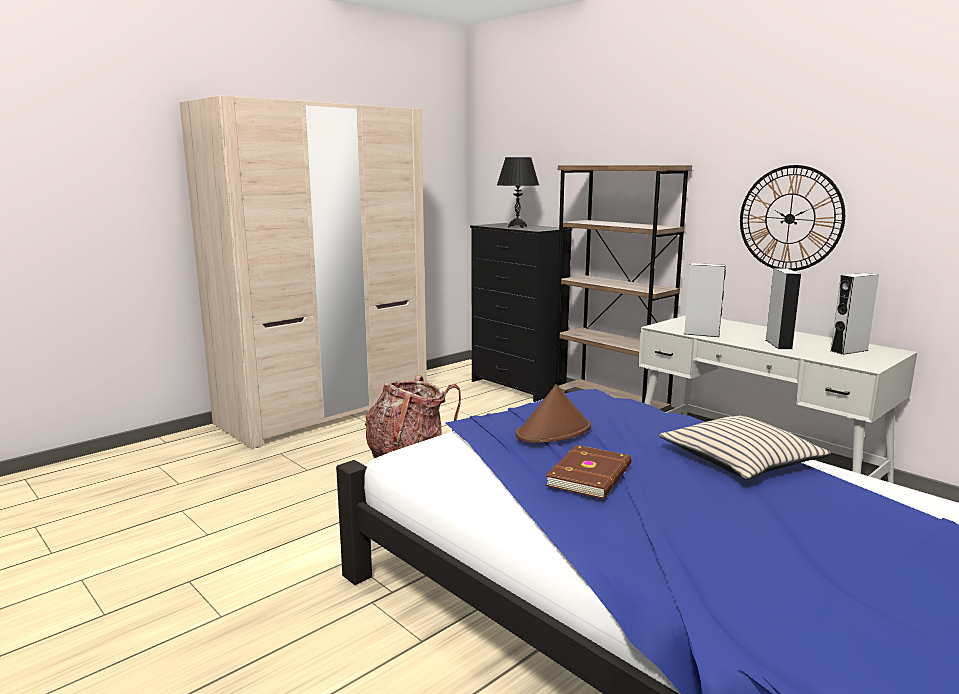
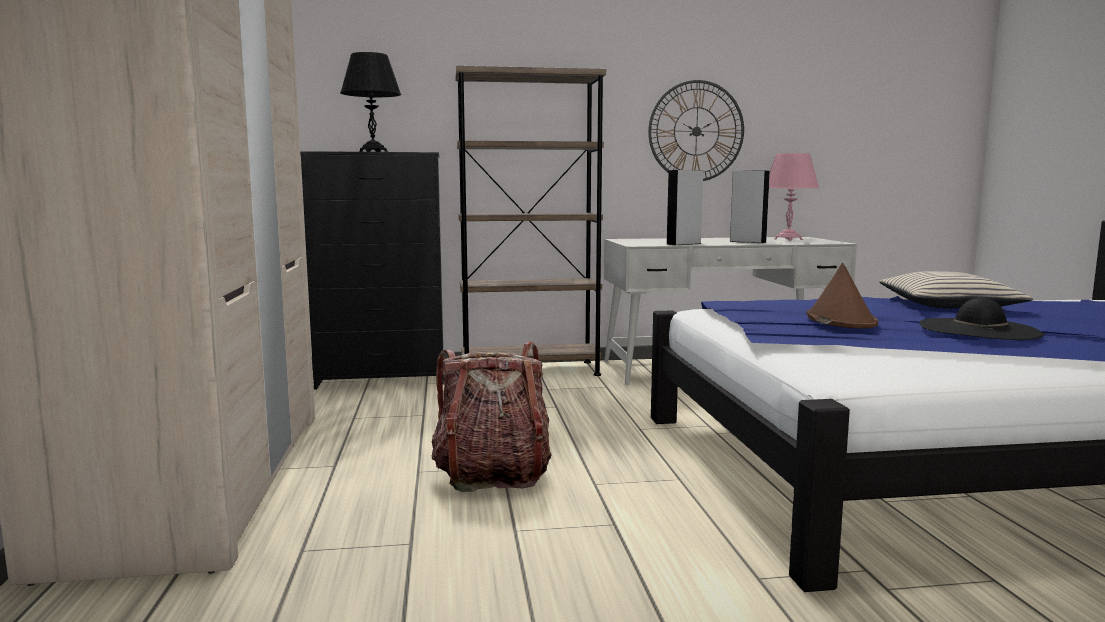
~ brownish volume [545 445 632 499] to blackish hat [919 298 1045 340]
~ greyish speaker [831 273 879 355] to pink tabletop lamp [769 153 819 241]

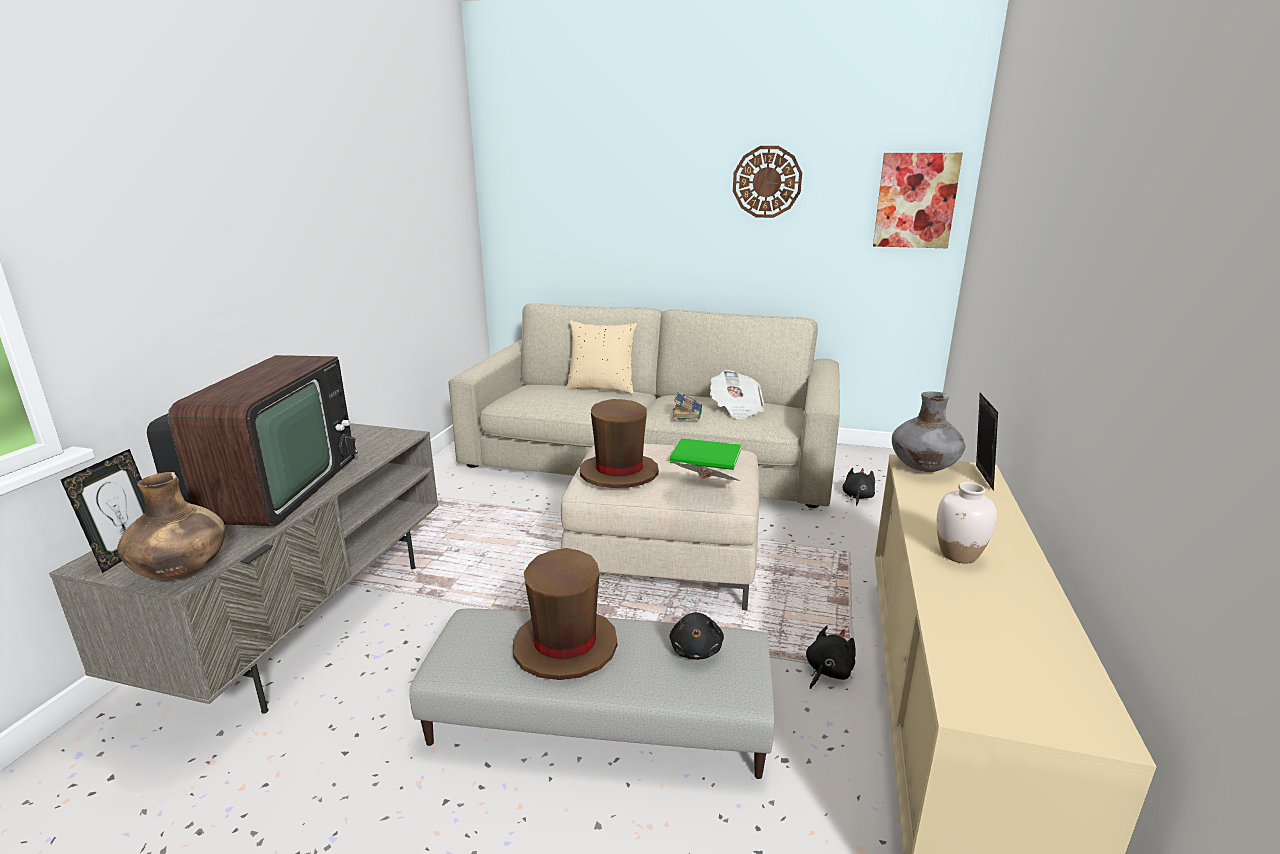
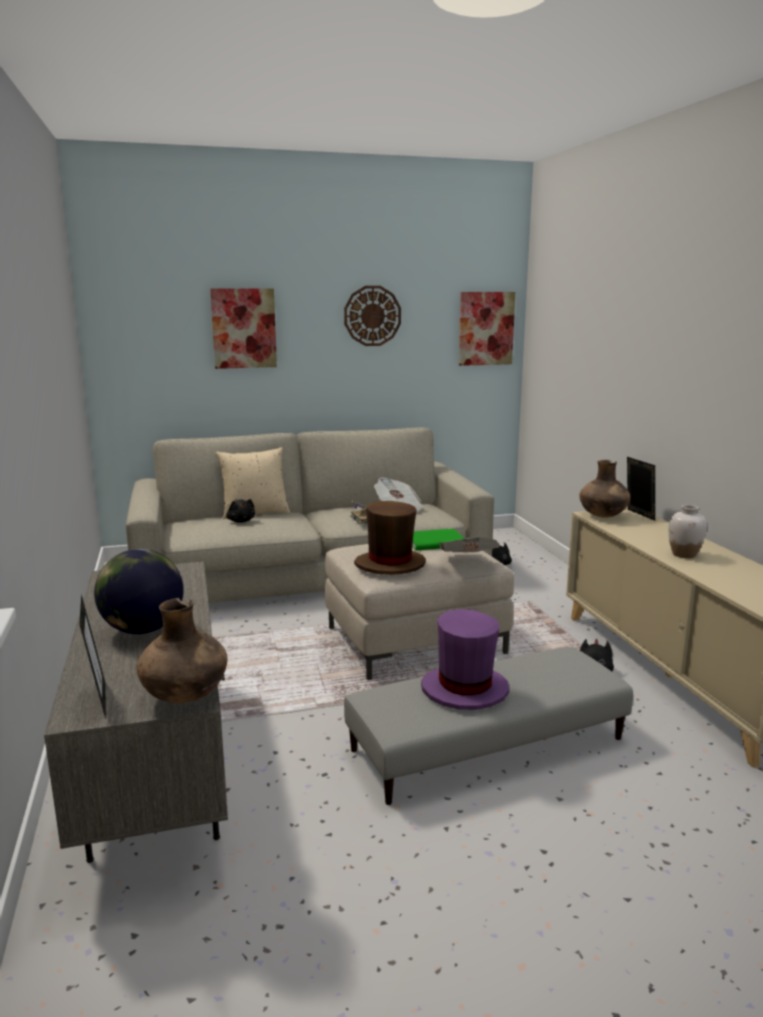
+ wall art [210 288 277 369]
~ blackish soft toy [669 612 724 660] to [226 499 255 523]
~ television [147 355 358 526] to world globe [94 549 184 634]
~ brownish hat [513 548 617 680] to purple hat [421 609 509 710]
~ greyish decorative vase [892 391 965 472] to brownish decorative vase [580 460 631 518]

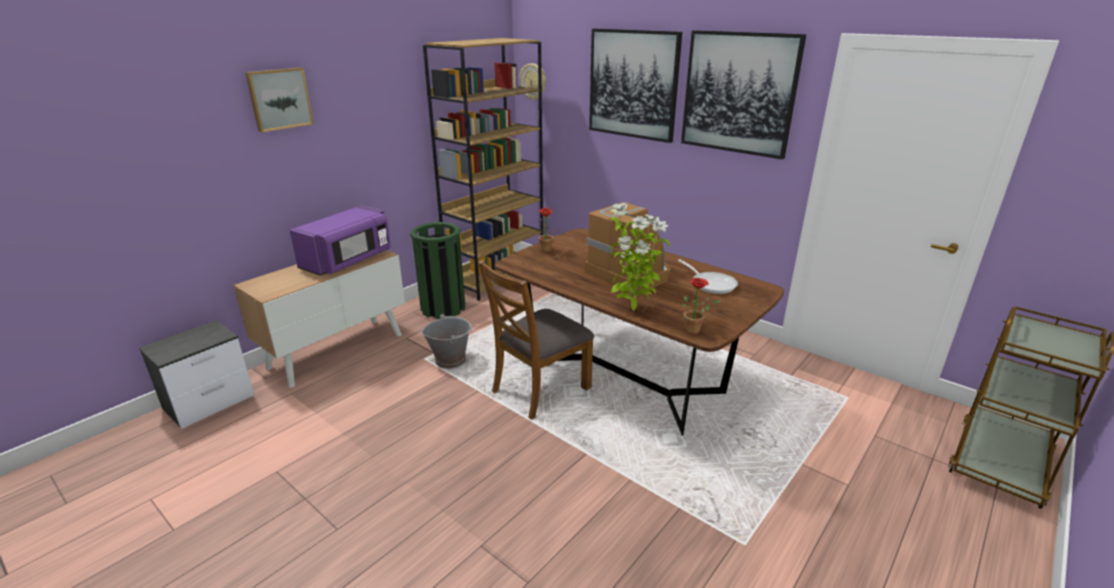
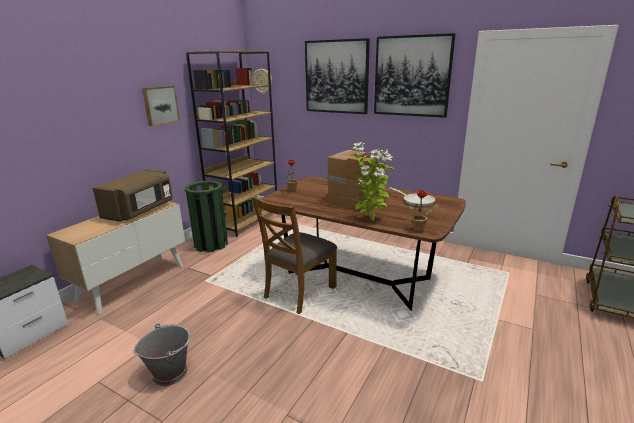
~ wall art [245 67 314 132] to [142 86 180 126]
~ greyish pail [421 314 472 369] to [133 323 191 386]
~ purple kitchen microwave [290 205 391 276] to brownish kitchen microwave [93 169 173 222]

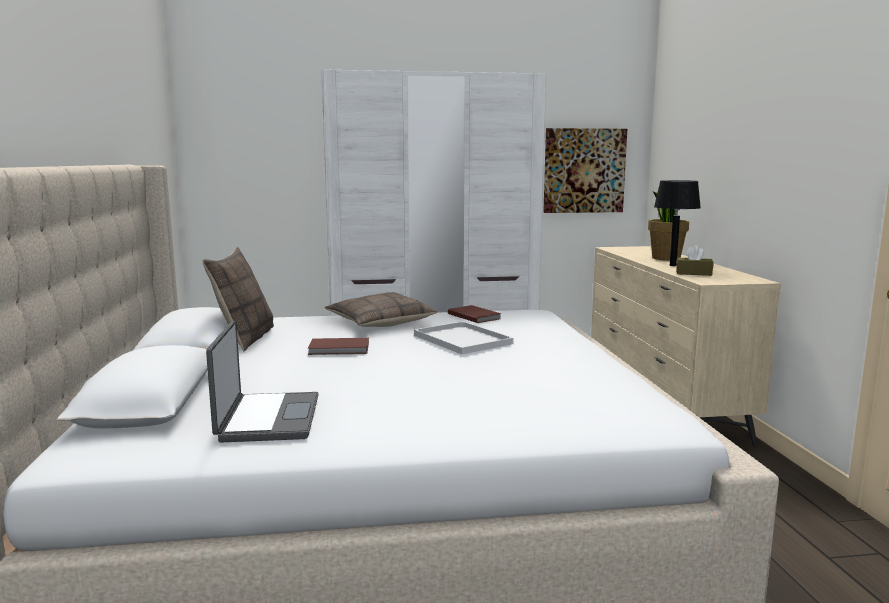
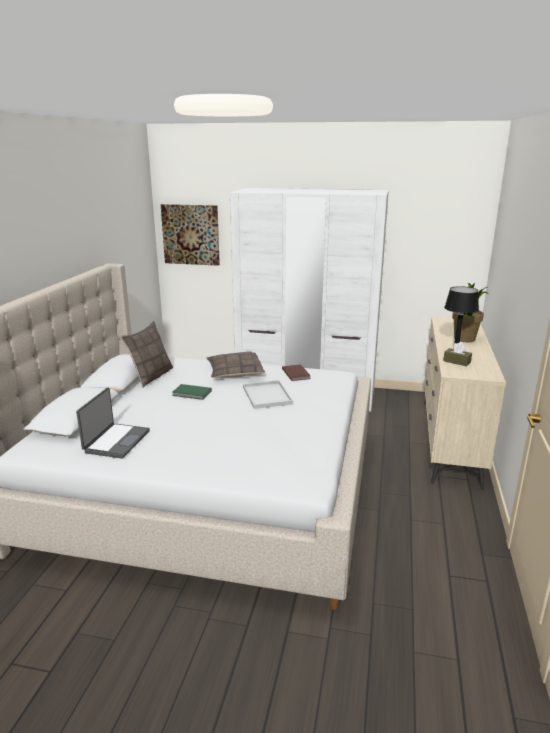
~ wall art [543 128 627 213] to [161 204 220 266]
~ brownish volume [308 338 369 355] to green volume [172 384 212 400]

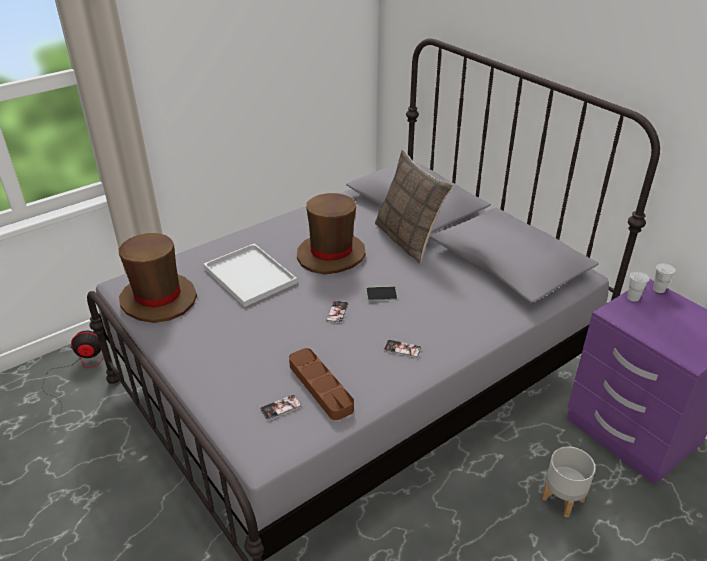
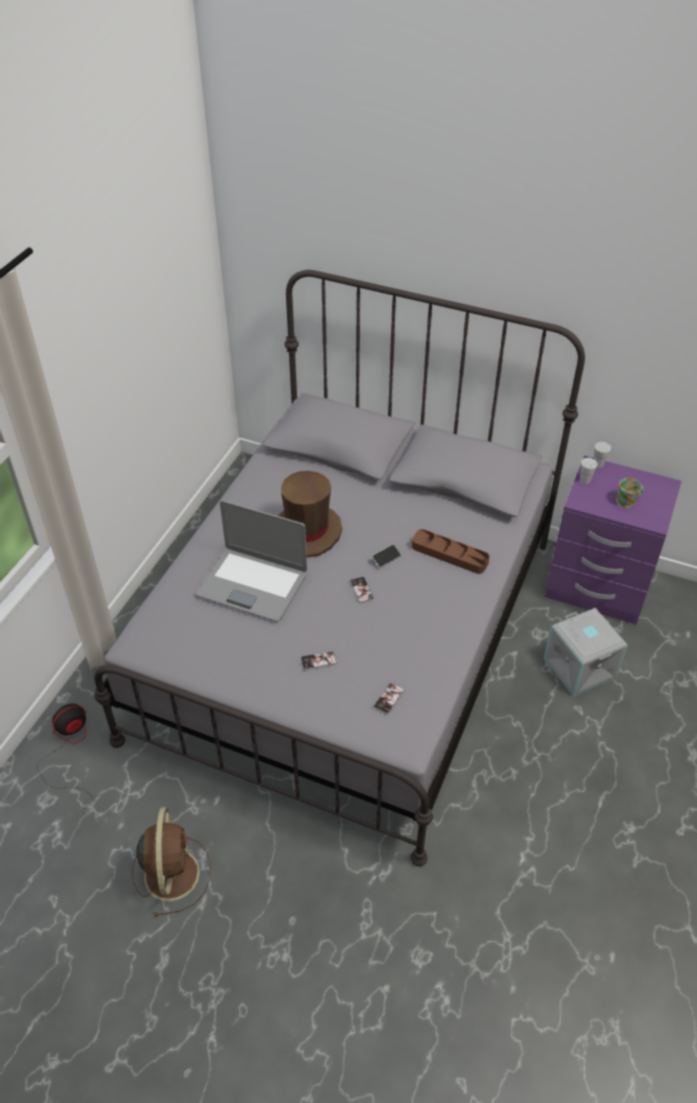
- brownish hat [119 233 197 323]
- throw pillow [375 150 453 264]
+ brownish fan [132 807 211 917]
+ coffee mug [616 478 644 508]
~ brownish serving tray [289 348 354 420] to [412 529 489 574]
~ phone [384 340 421 358] to [300 651 337 670]
~ whitish serving tray [203 243 297 307] to notebook computer [196 500 307 622]
~ greyish planter [542 446 596 517] to greyish storage bin [544 608 628 697]

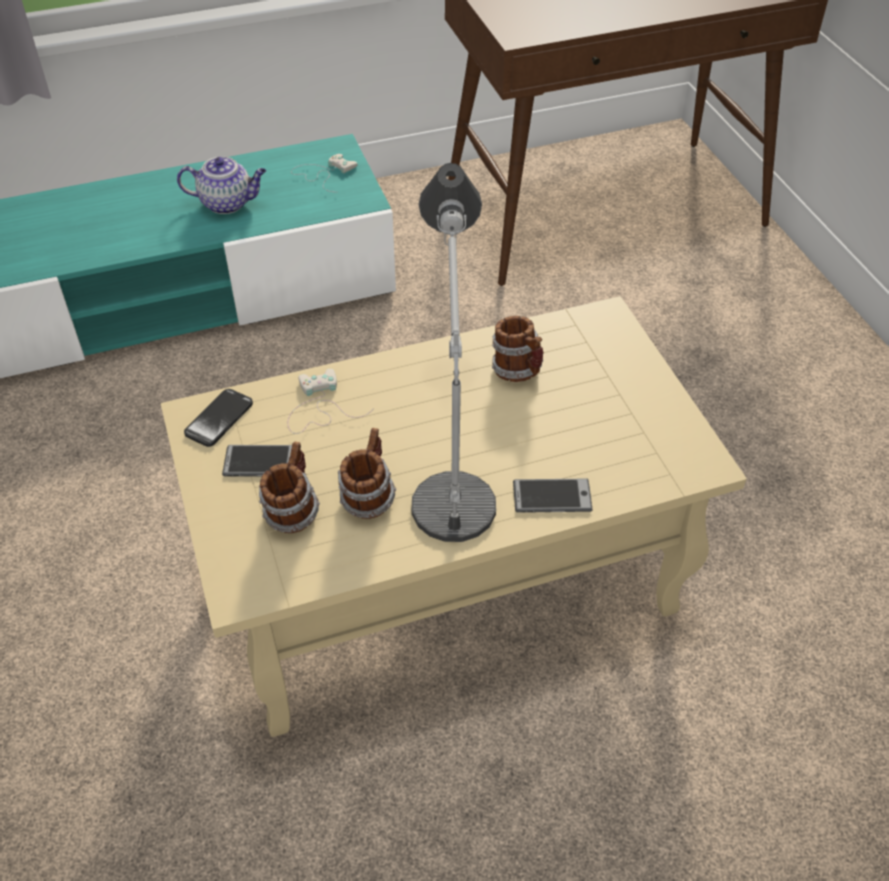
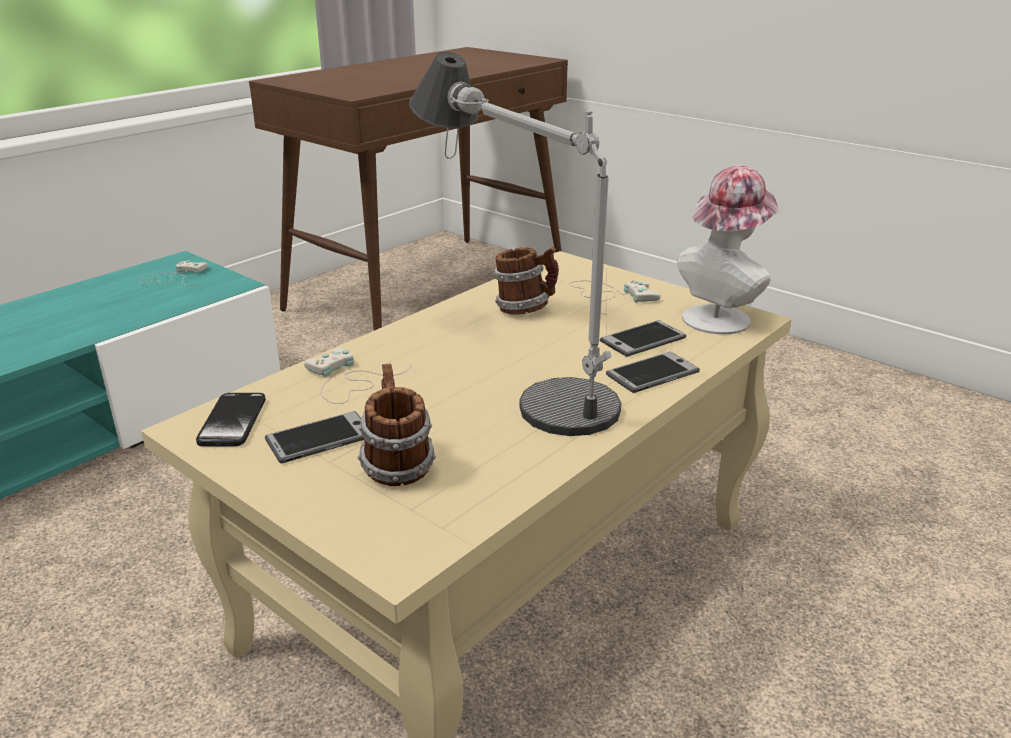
- tea pot [177 157 266 214]
- coffee mug [338 428 396 519]
+ whitish gamepad [569 280 661 315]
+ phone [600 320 686 357]
+ hat [677 166 780 334]

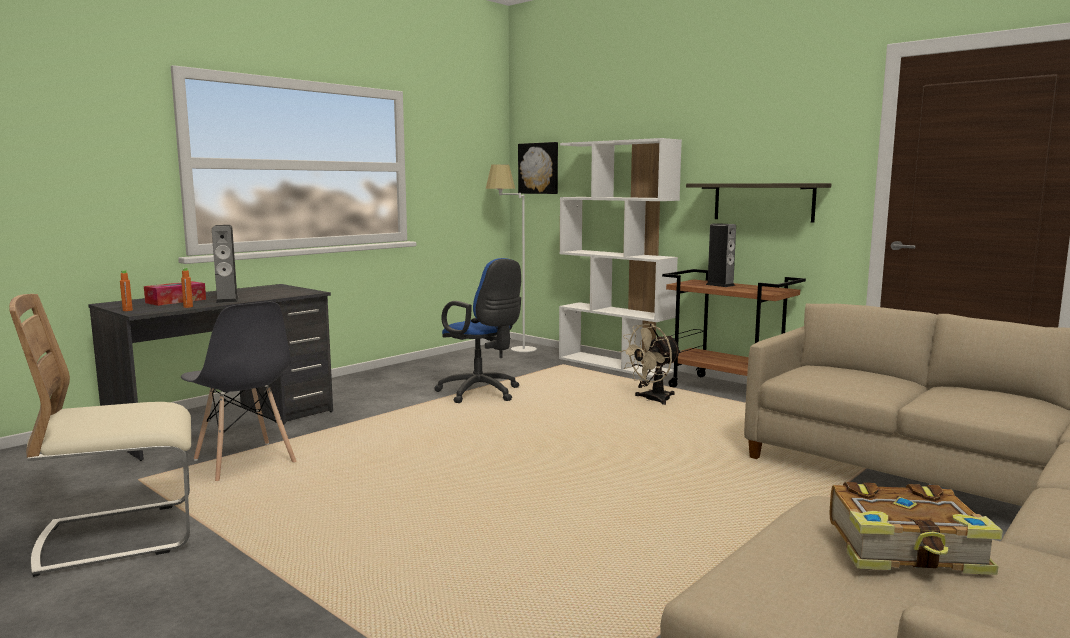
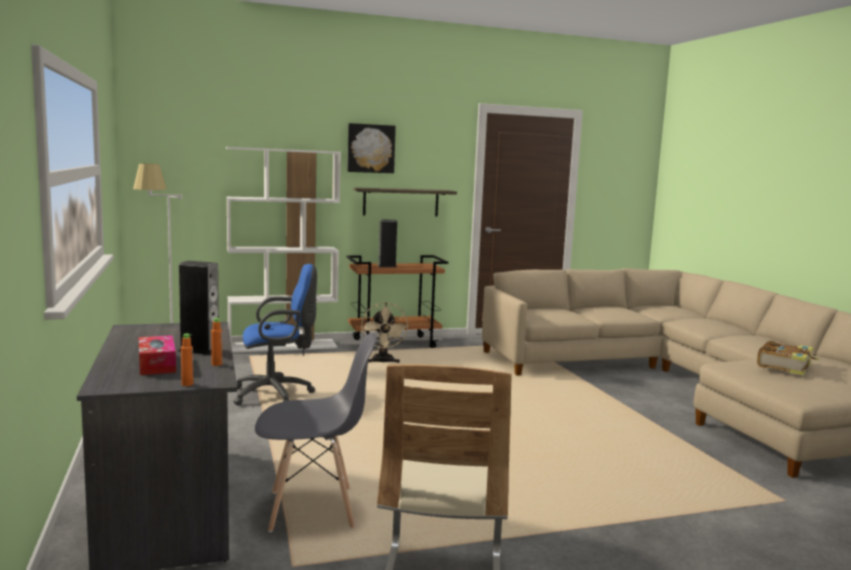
~ wall art [518 142 558 194] to [347 123 396 173]

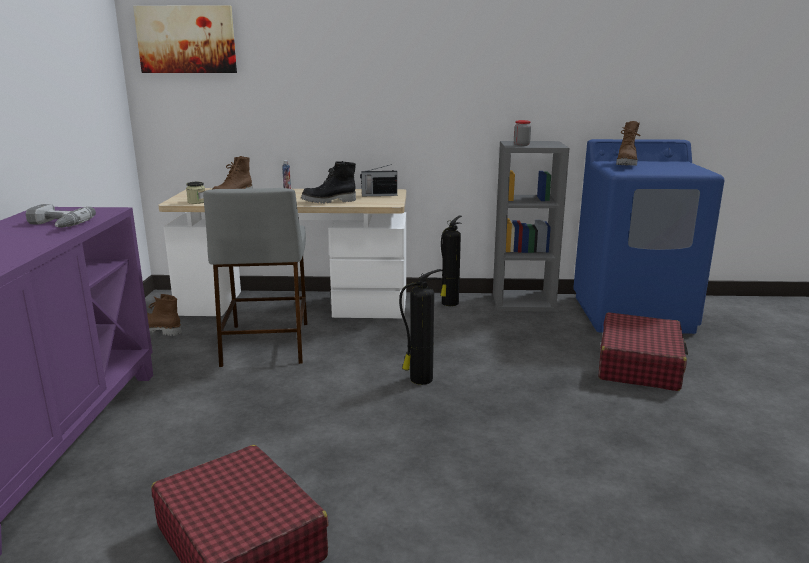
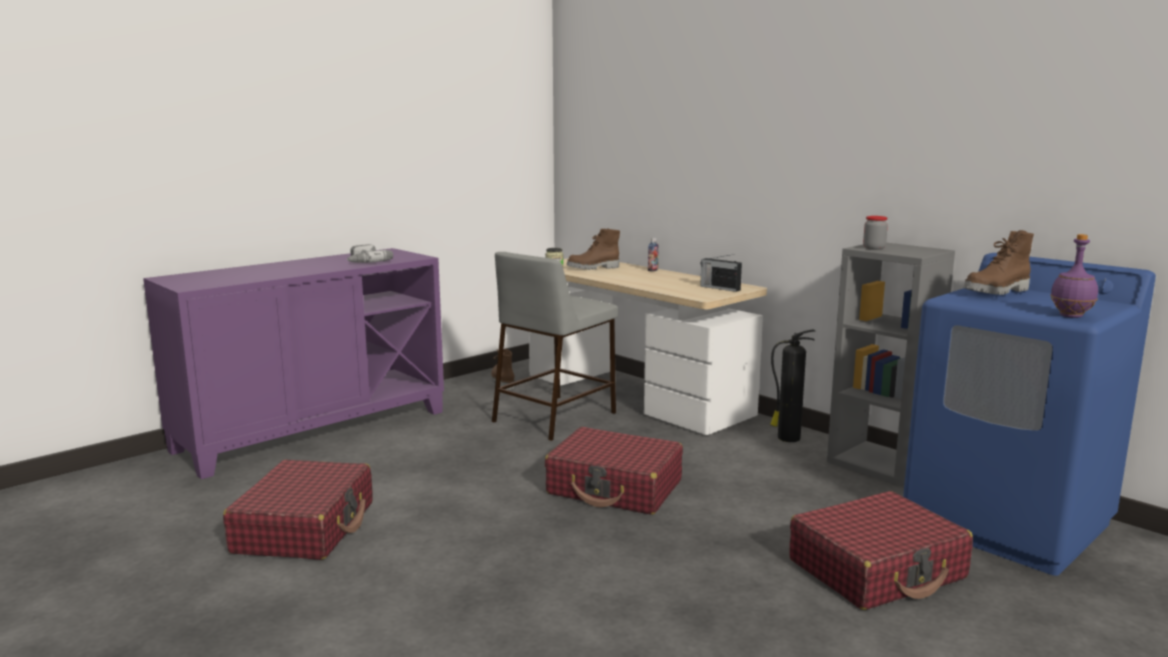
- wall art [133 5 237 73]
- blackish boot [301 161 356 204]
+ purple bottle [1050 234 1098 318]
~ fire extinguisher [399 269 442 385] to reddish travel case [545 427 683 515]

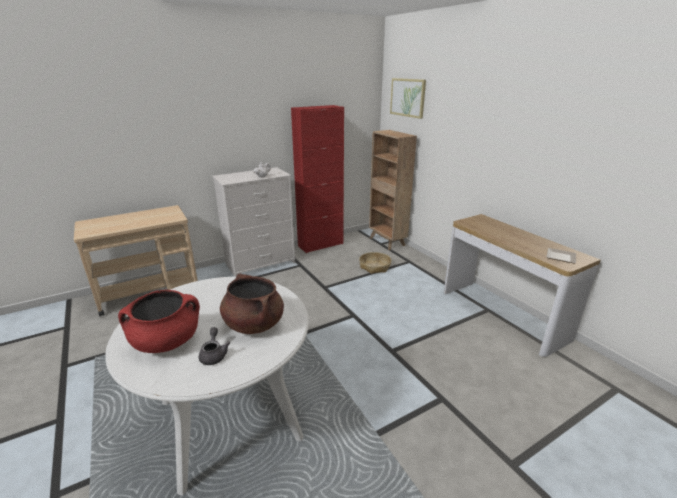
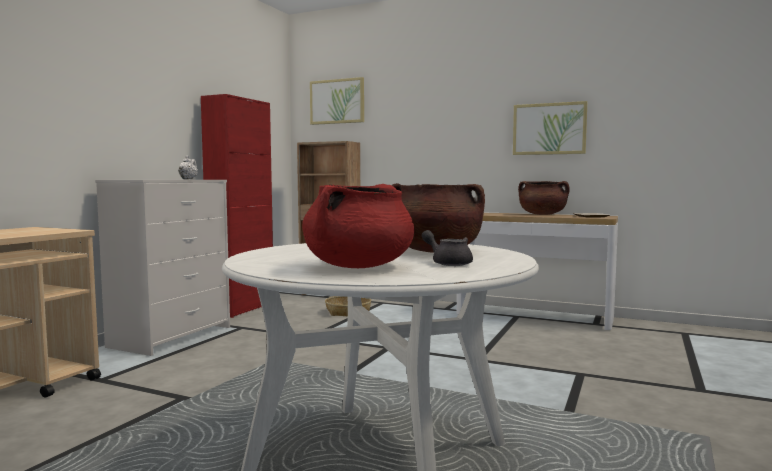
+ wall art [513 101 587 155]
+ brownish cooking pot [518 181 570 215]

